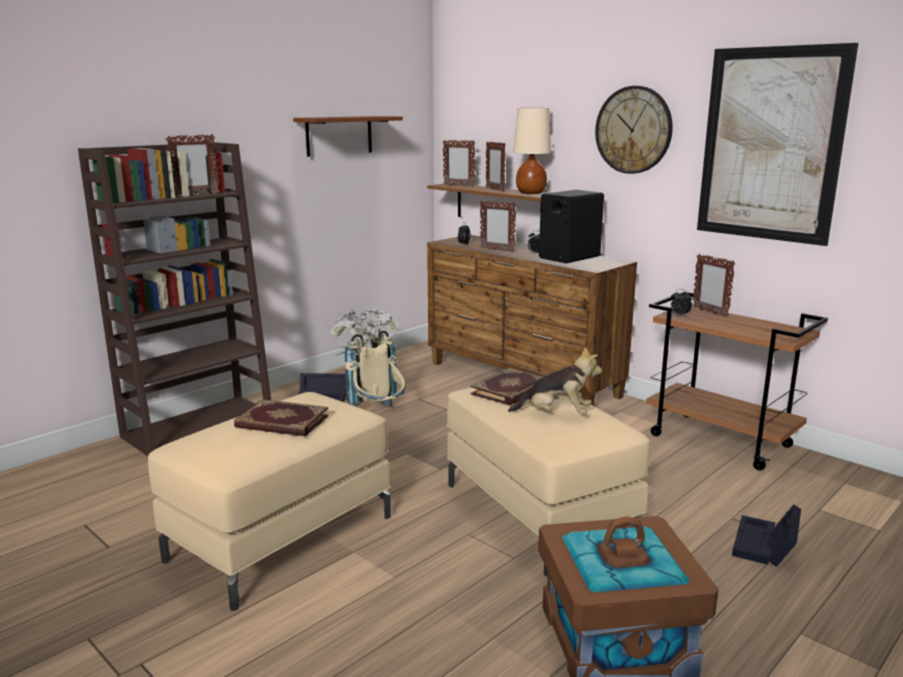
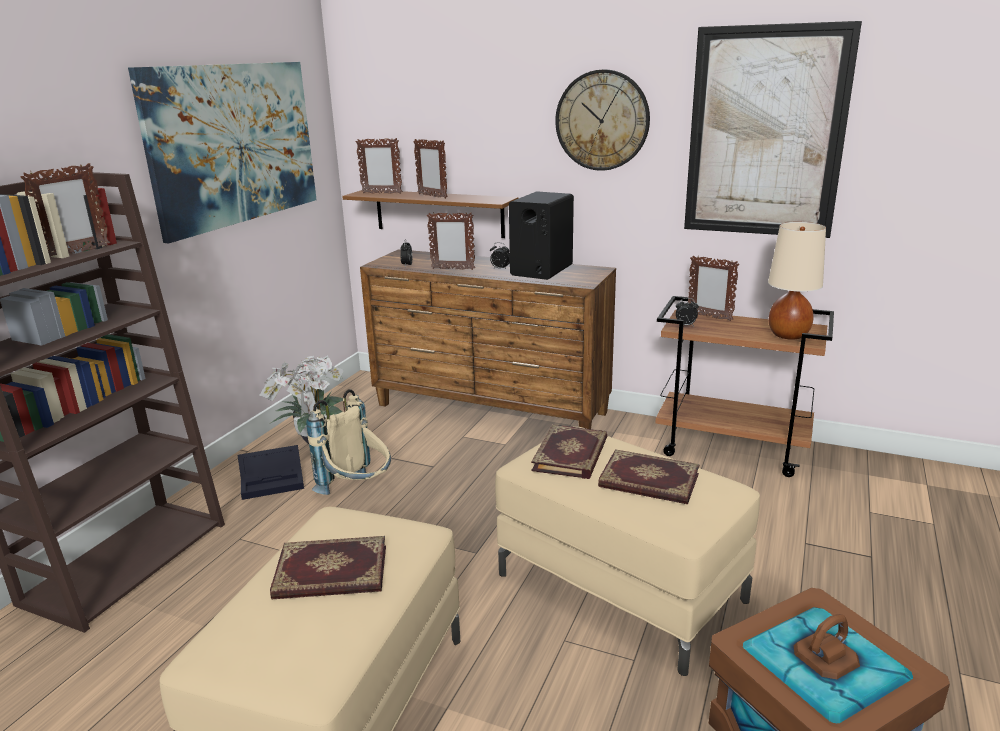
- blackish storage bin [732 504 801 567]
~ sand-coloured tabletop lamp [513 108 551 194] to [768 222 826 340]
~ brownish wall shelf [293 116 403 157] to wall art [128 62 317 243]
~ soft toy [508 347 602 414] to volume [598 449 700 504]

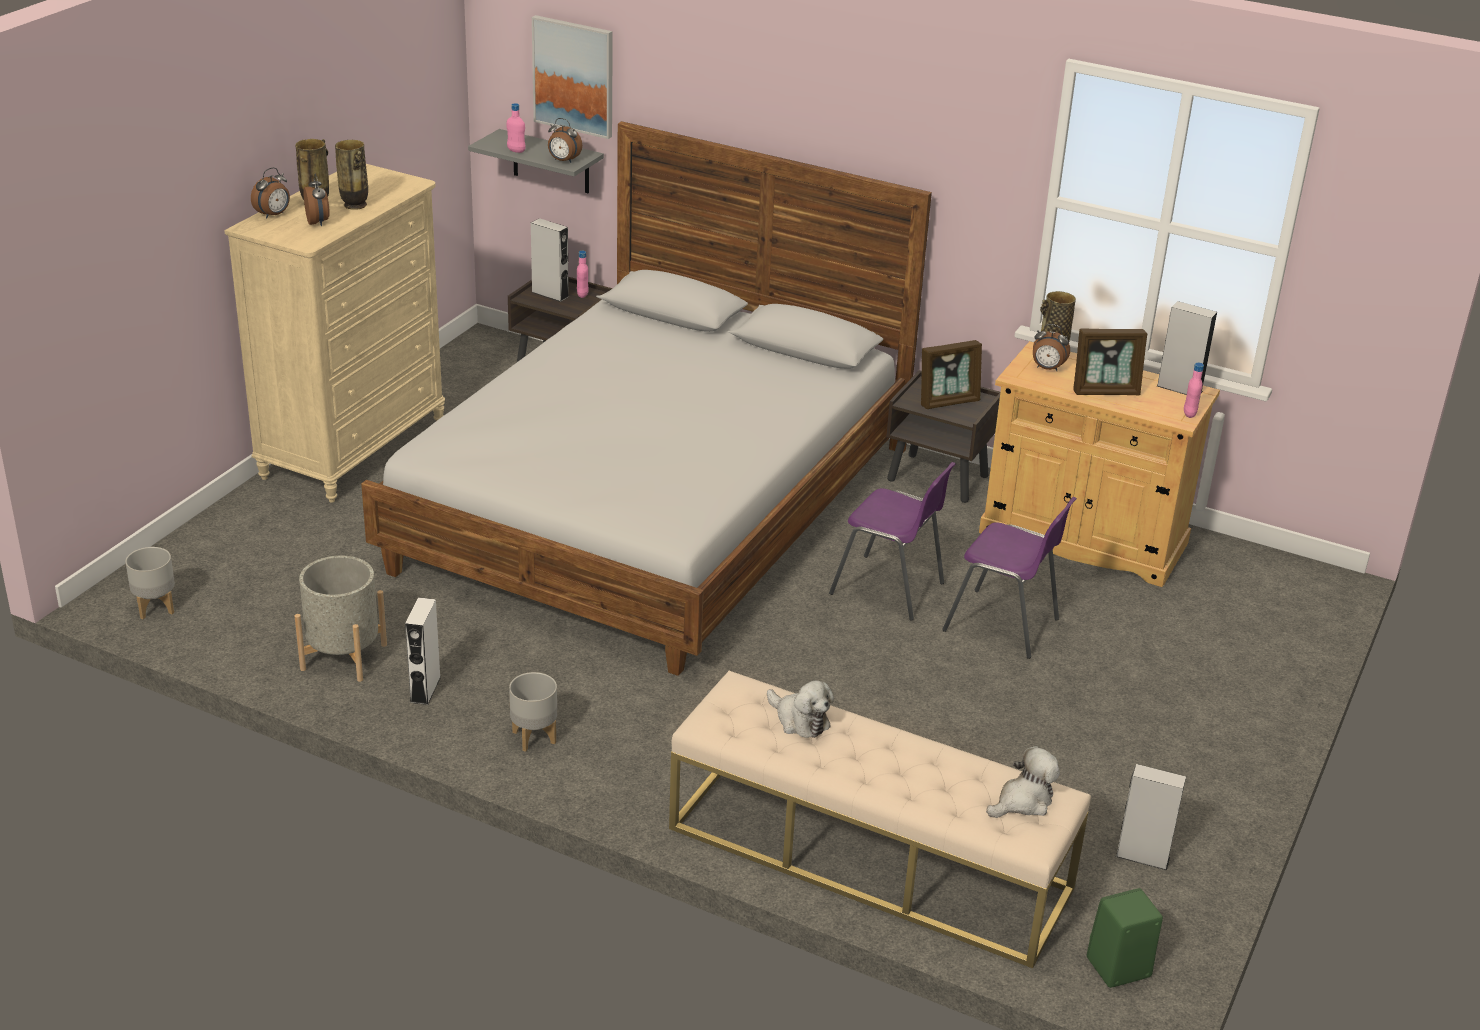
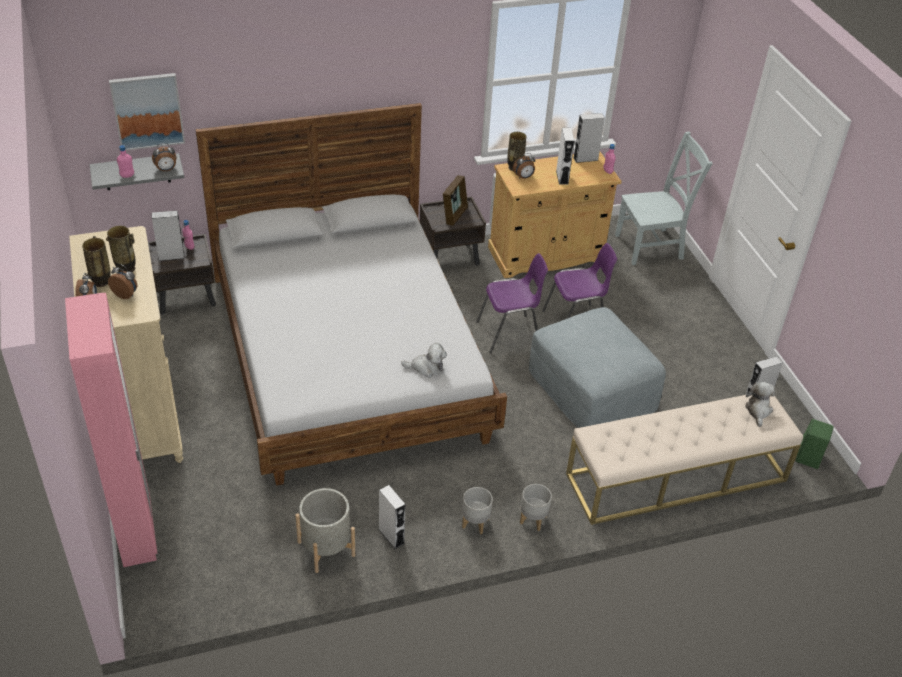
+ pink armoire [65 293 158 567]
+ greyish footrest [529 307 666 428]
+ greyish upright chair [615 131 713 265]
~ greyish planter [125 547 175 619] to [520 484 552 531]
~ soft toy [767 680 834 738] to [401 343 447 378]
~ standing frame [1073 328 1147 395] to whitish speaker [556 128 575 184]

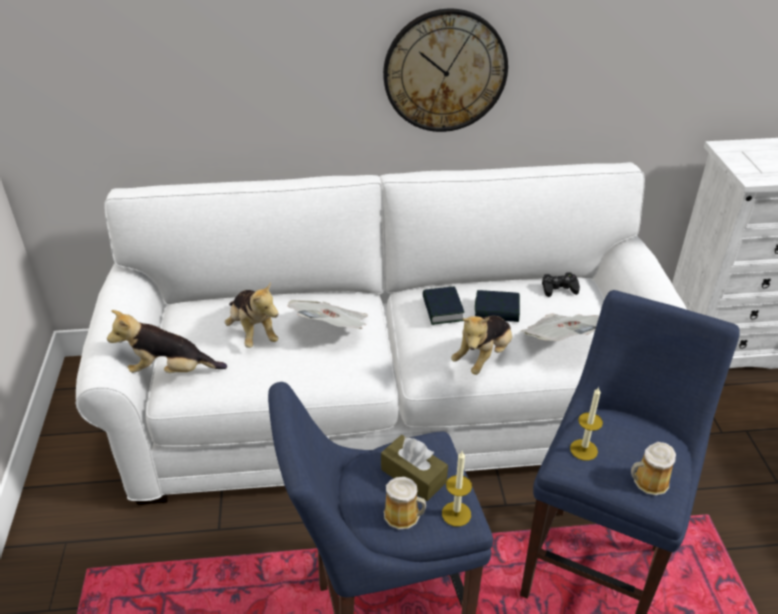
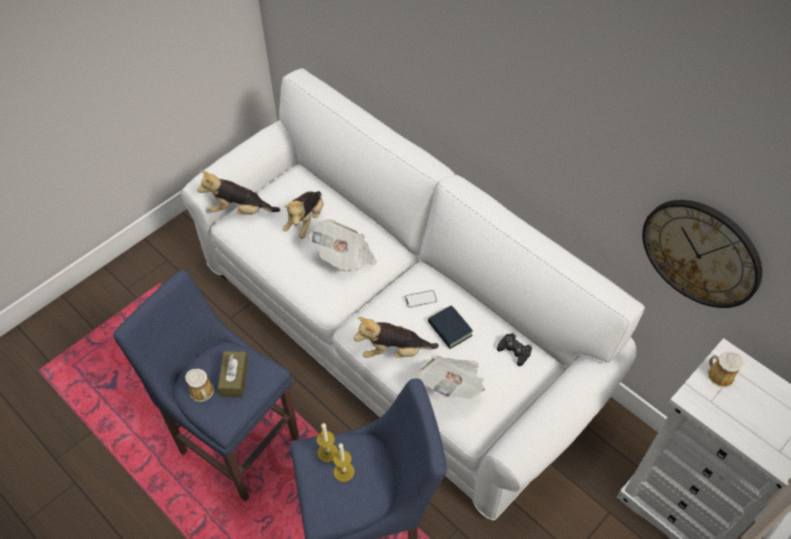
~ hanging clock [383 8 508 132] to [642 200 762 308]
~ wax light [442 451 472 527] to [333 443 355 482]
~ coffee mug [631 442 676 495] to [707 352 744 388]
~ volume [422 287 464 325] to phone [405 290 437 308]
~ soft toy [107 310 227 373] = [197 170 280 215] 45 degrees counterclockwise

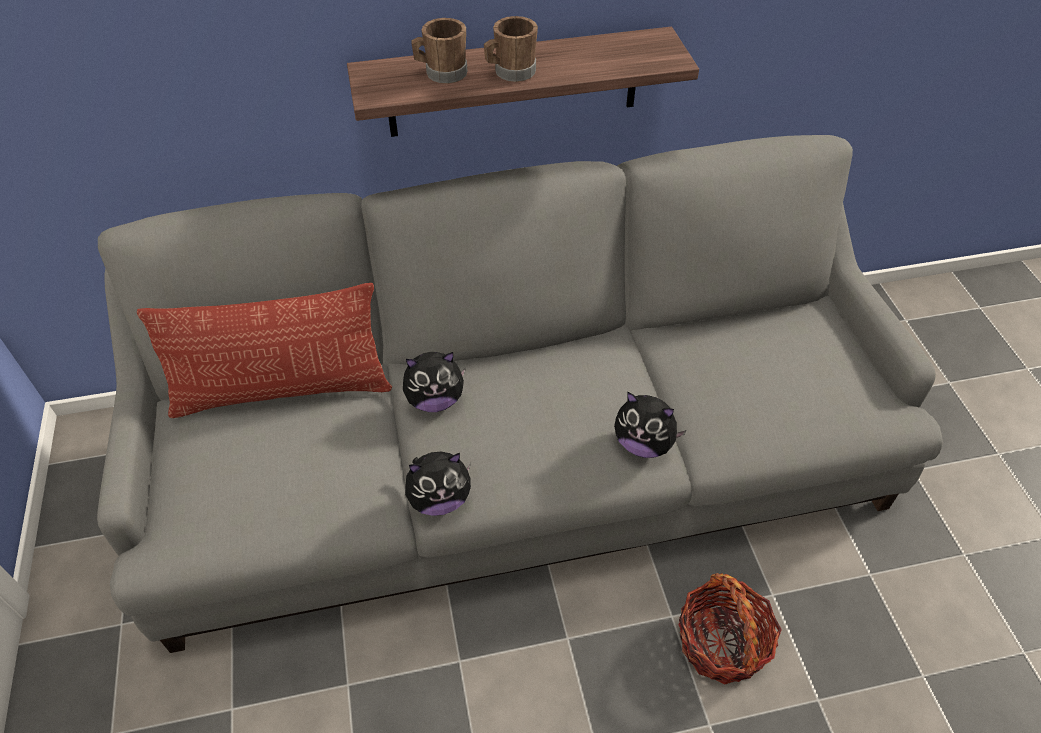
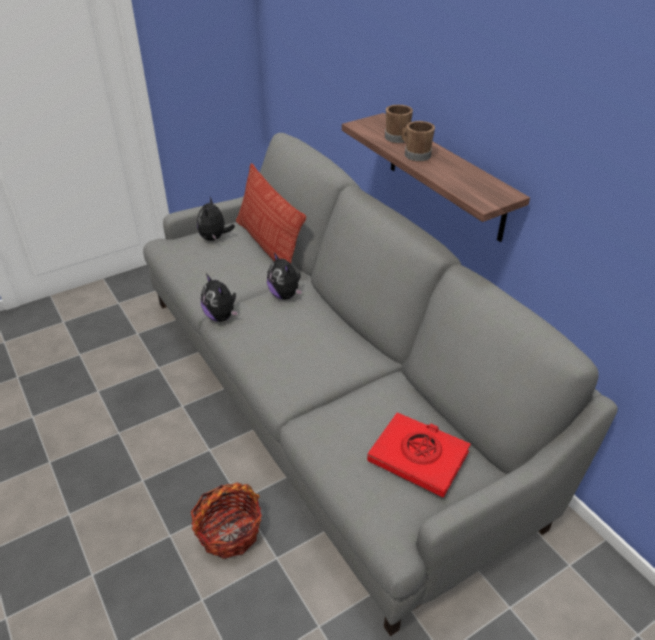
+ reddish volume [367 412 471 497]
~ soft toy [614 392 687 458] to [197 197 235 241]

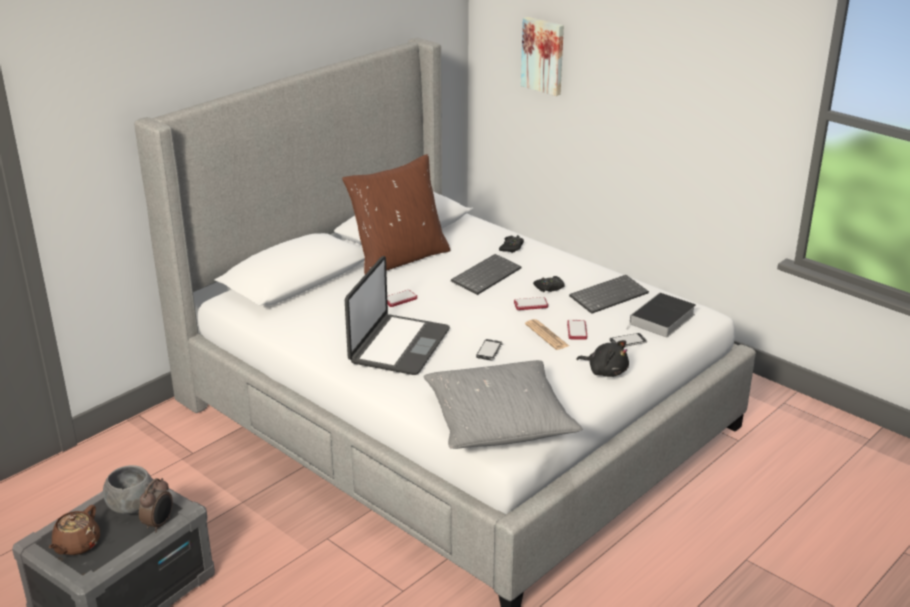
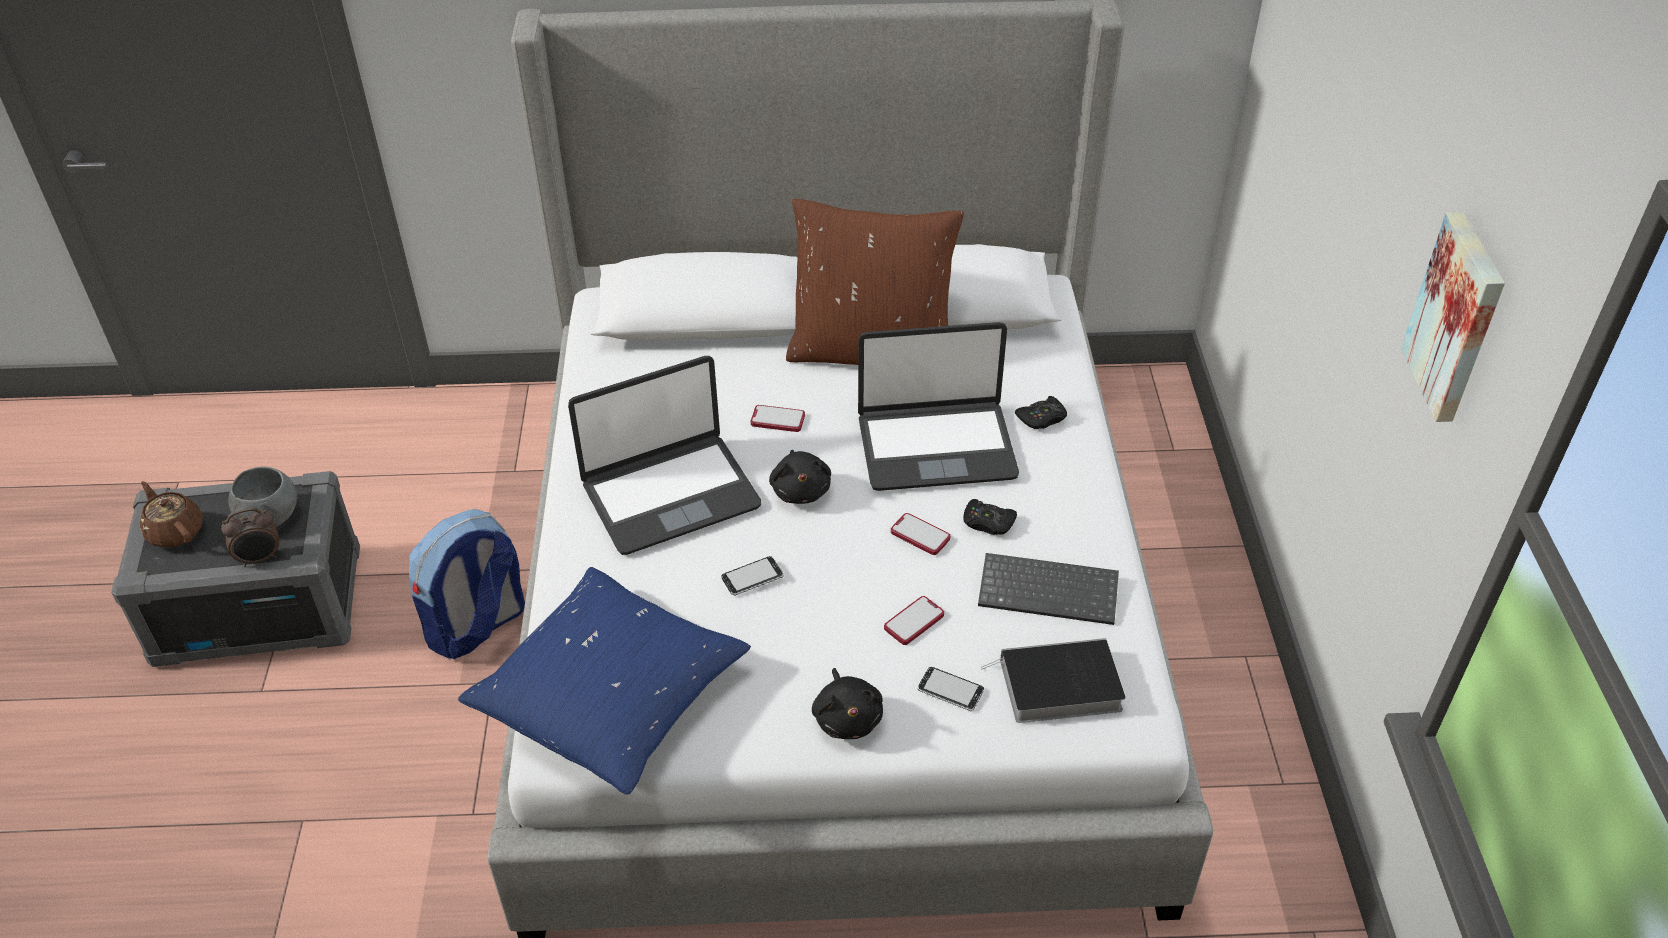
- daily paper [525 319 569 350]
+ rucksack [409 509 525 660]
+ blackish soft toy [769 450 831 504]
~ wall art [521 17 564 96] to [1401 212 1505 422]
~ PC keyboard [451 254 522 295] to notebook computer [858 322 1019 491]
~ greyish throw pillow [423 360 582 449] to blue-coloured throw pillow [458 567 751 795]
~ brownish tea pot [49 505 100 555] = [140 481 203 548] 75 degrees clockwise

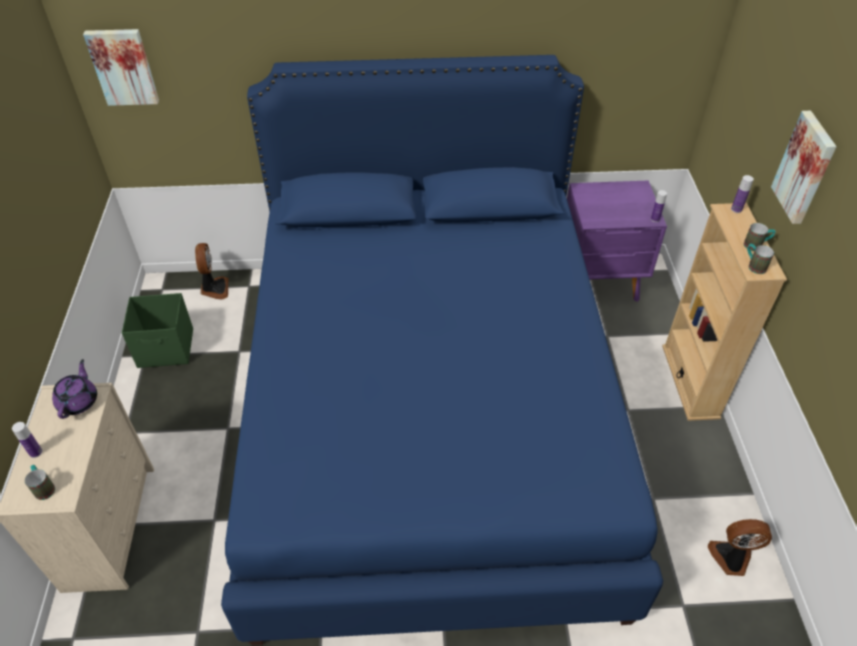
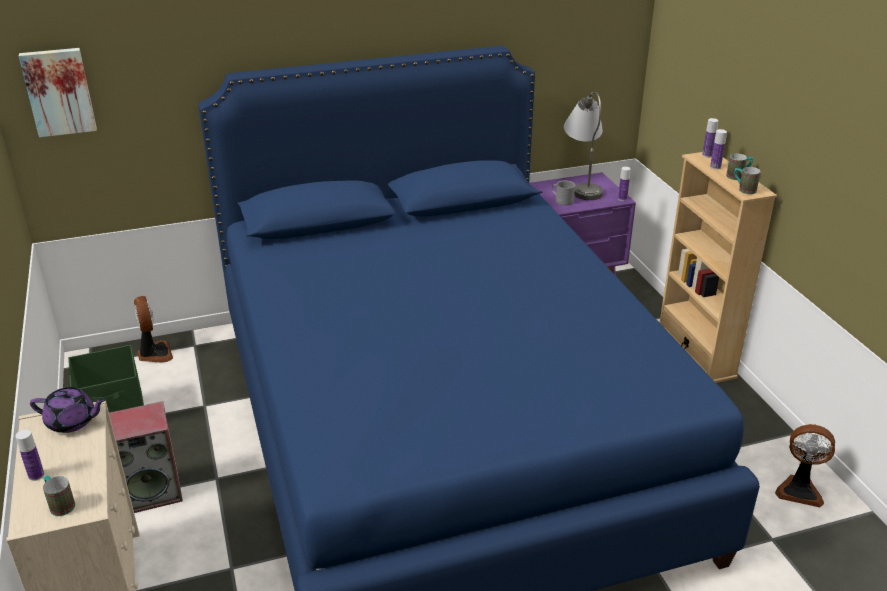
- wall art [771 111 837 224]
+ speaker [109 401 183 513]
+ greyish coffee mug [552 180 576 205]
+ greyish tabletop lamp [564 92 603 200]
+ bottle [710 129 727 169]
~ purple tea pot [52 359 97 419] = [30 387 106 433] 105 degrees clockwise
~ fan [708 519 772 576] = [775 424 835 507] 150 degrees counterclockwise

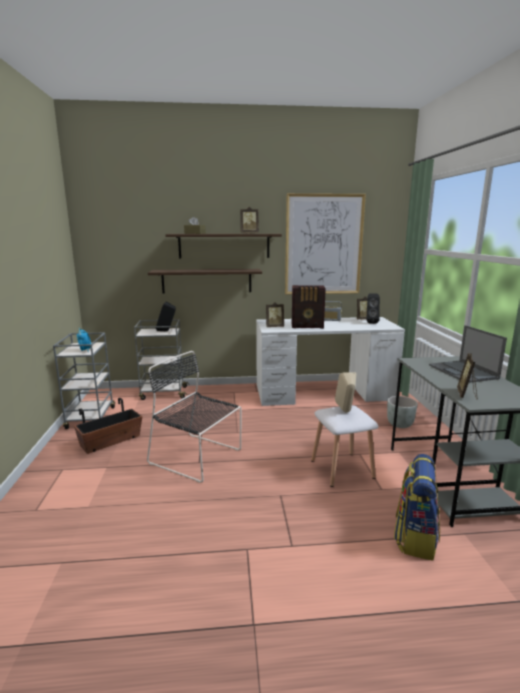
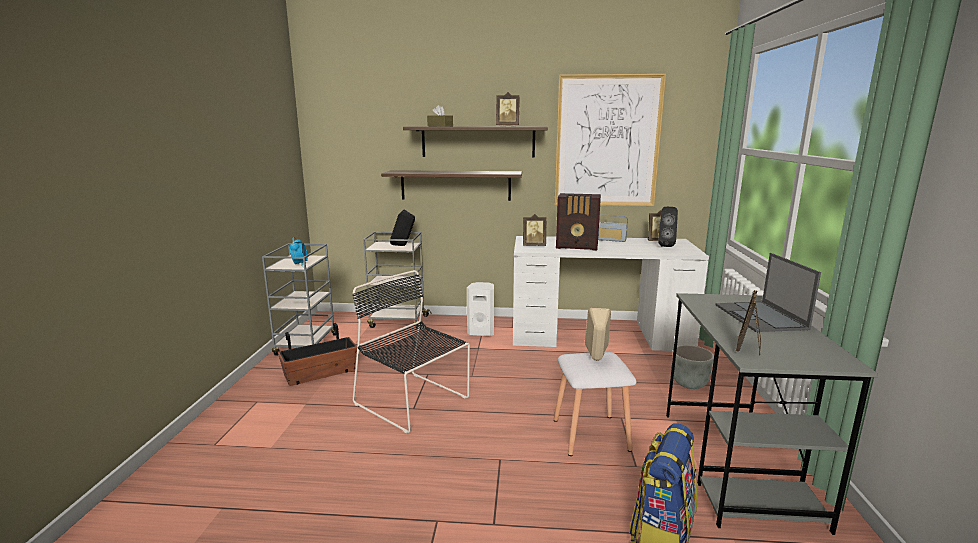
+ whitish speaker [467 282 494 336]

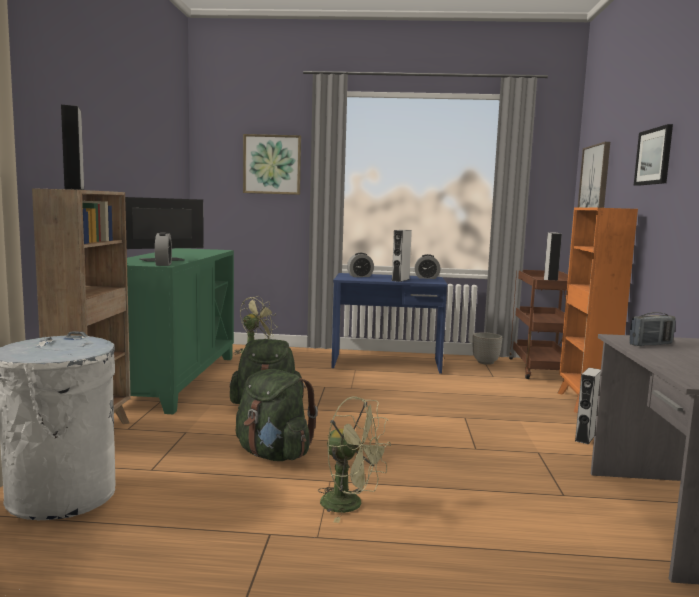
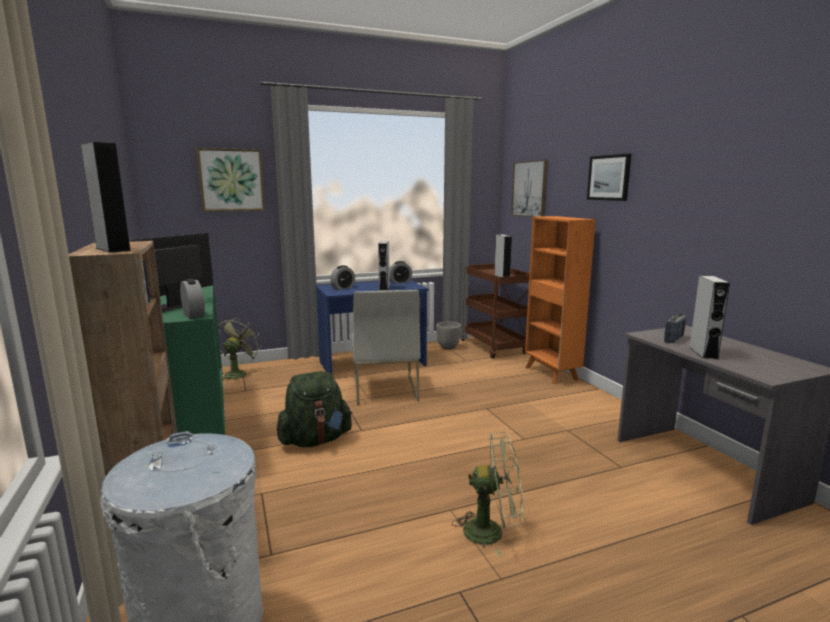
- green rucksack [236 369 318 461]
+ whitish upright chair [352 290 420 405]
~ greyish speaker [575 368 601 445] to [689 276 730 359]

